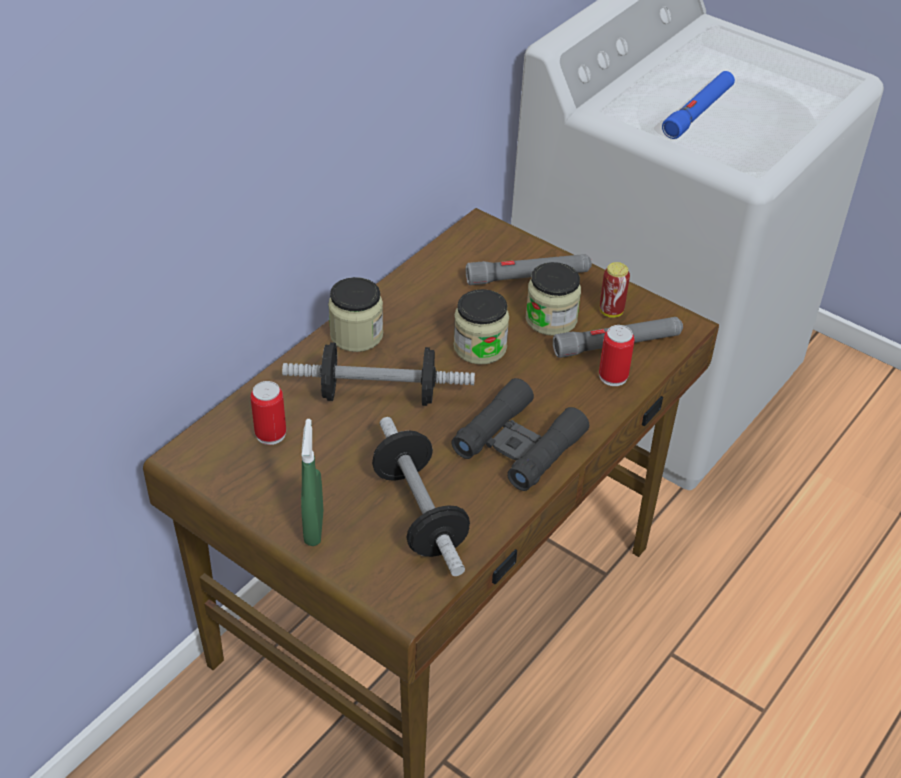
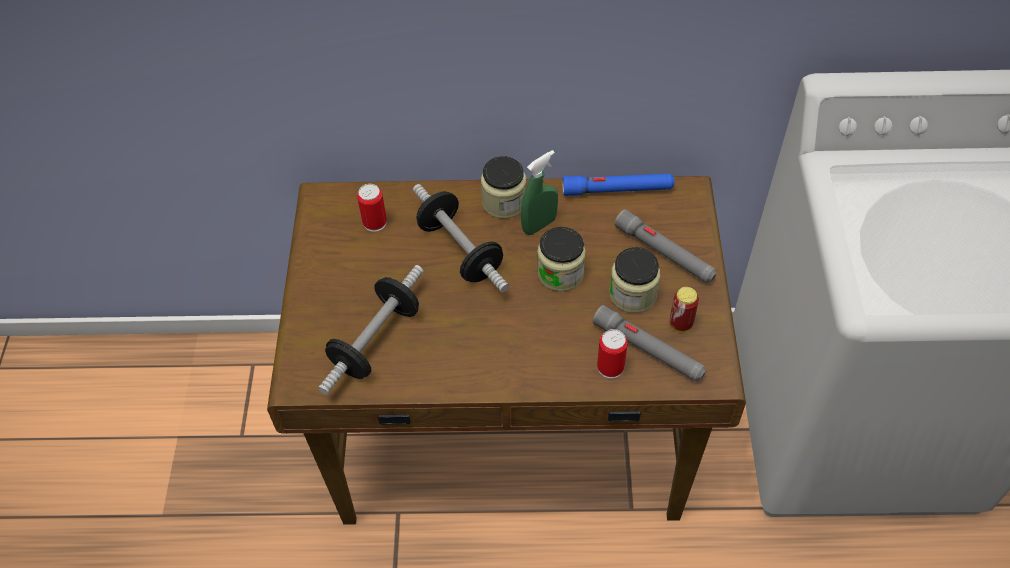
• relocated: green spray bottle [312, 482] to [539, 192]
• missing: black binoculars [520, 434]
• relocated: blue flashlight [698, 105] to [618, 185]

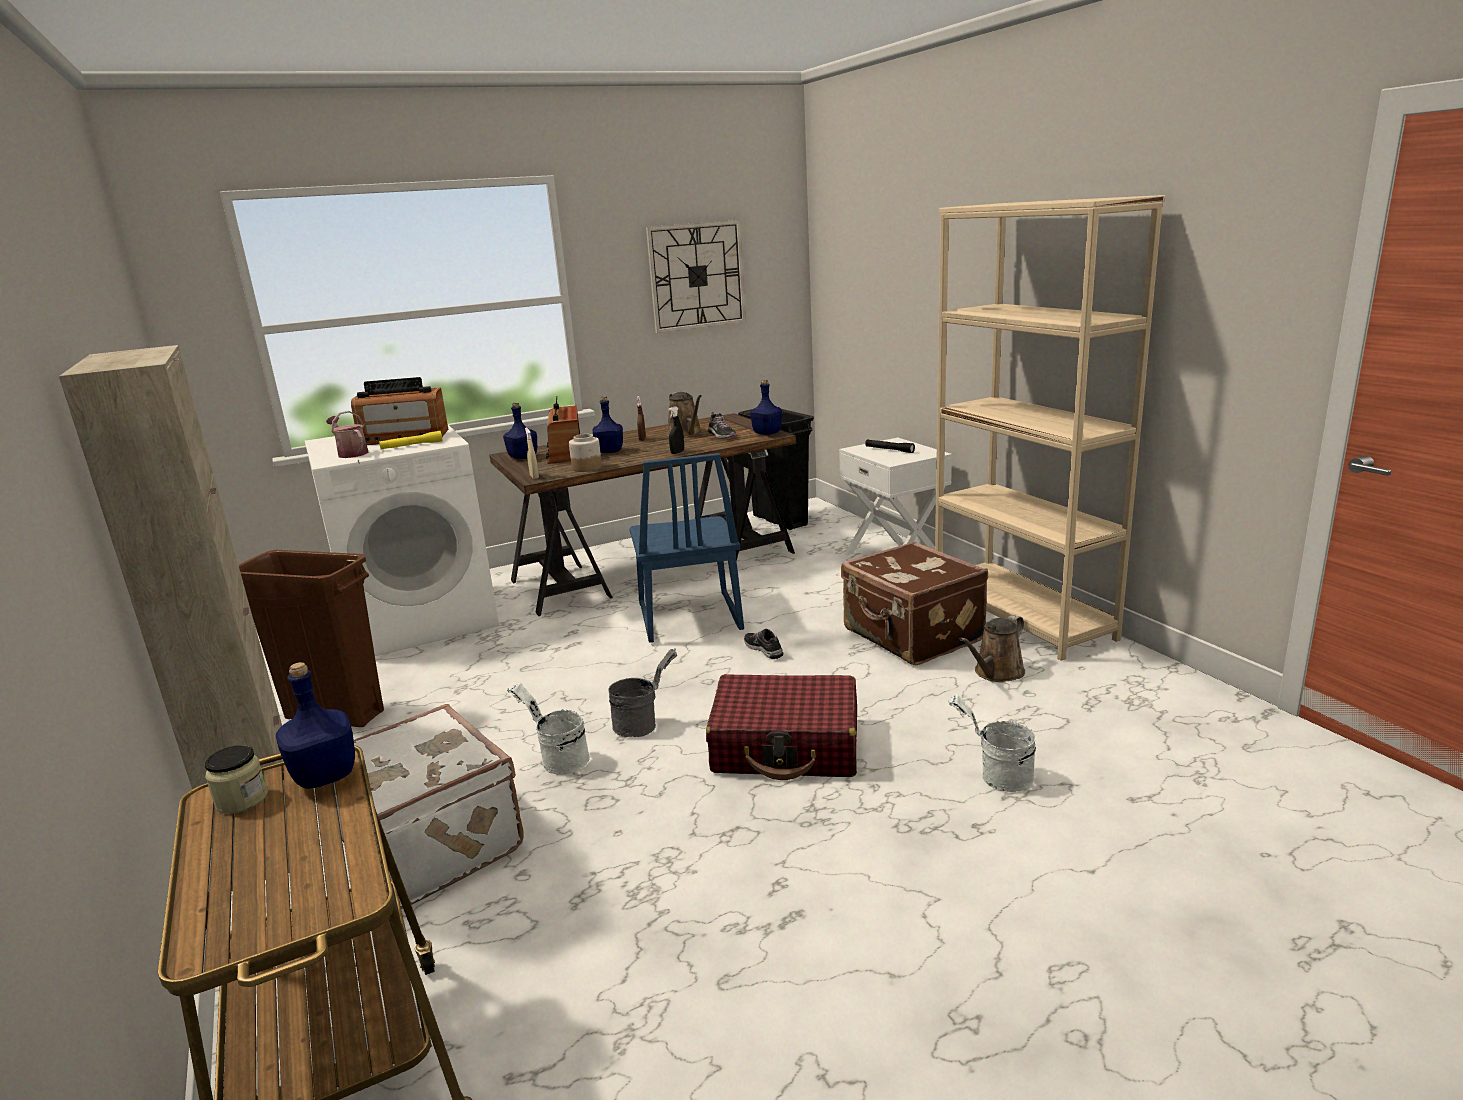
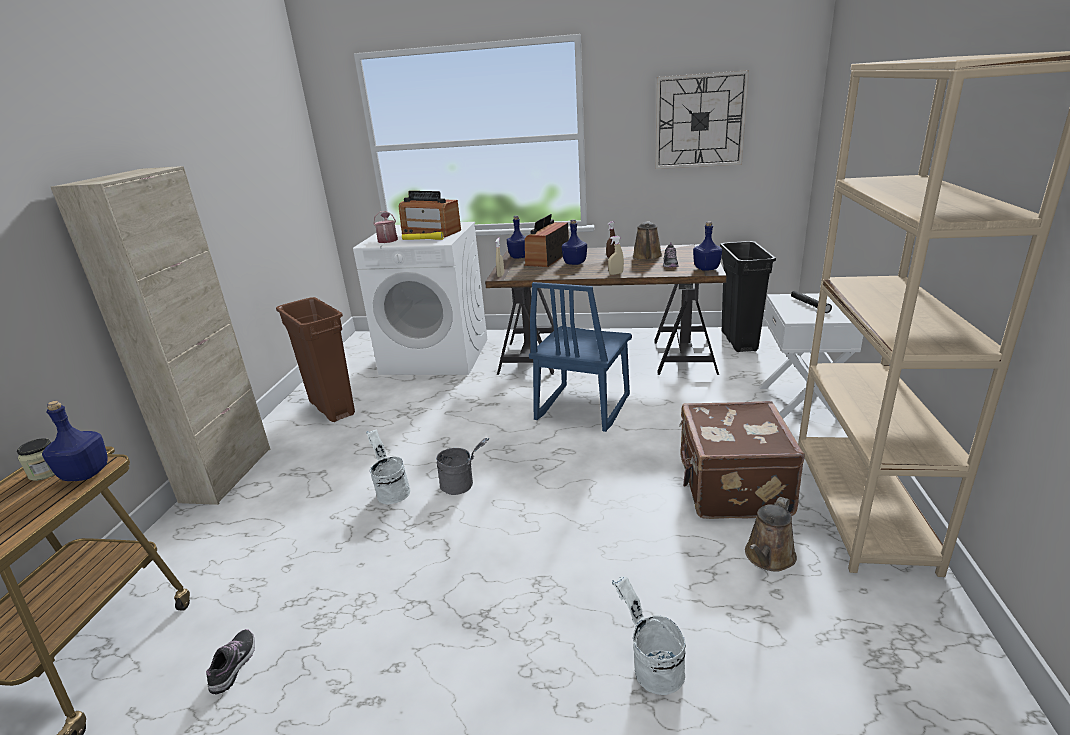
• missing: white suitcase [428, 806]
• missing: jar [585, 453]
• colour: black spray bottle [676, 430] to beige spray bottle [616, 255]
• missing: red suitcase [781, 727]
• relocated: shoe [763, 644] to [230, 661]
• spun: brown watering can [992, 648] = [771, 534] 45 degrees counterclockwise

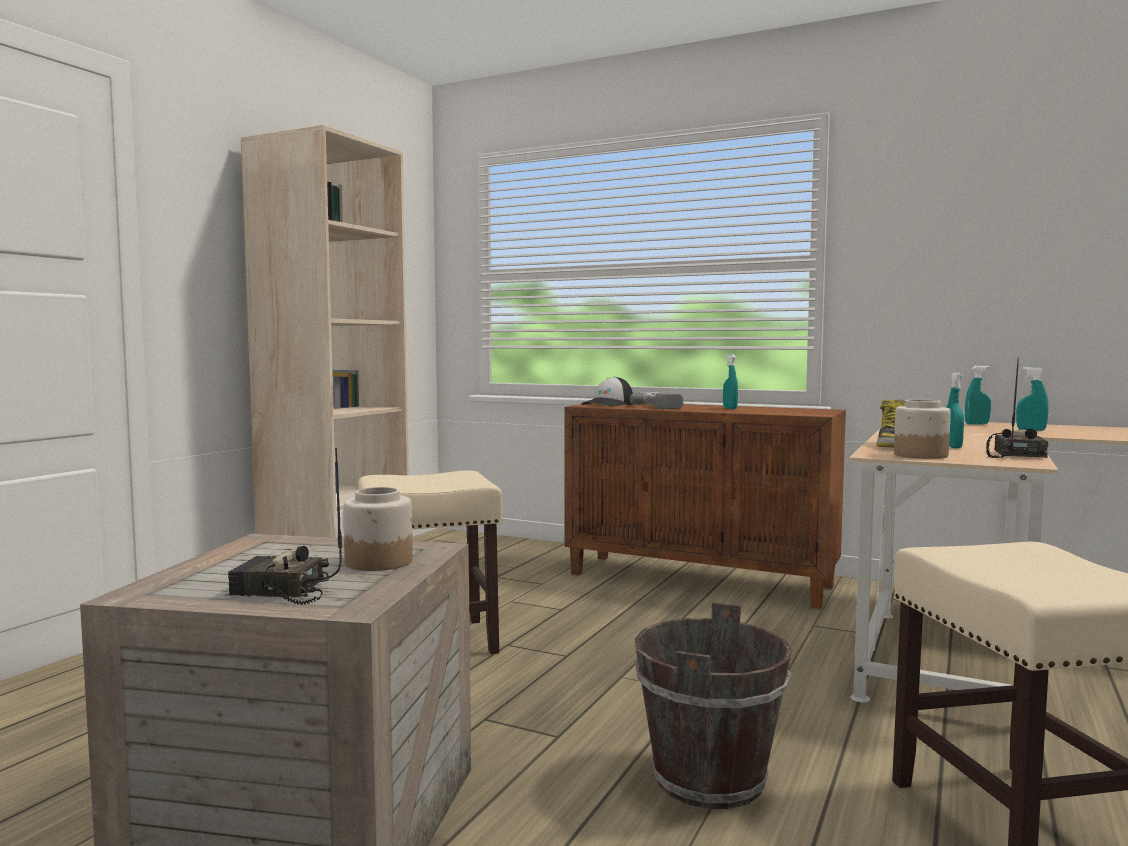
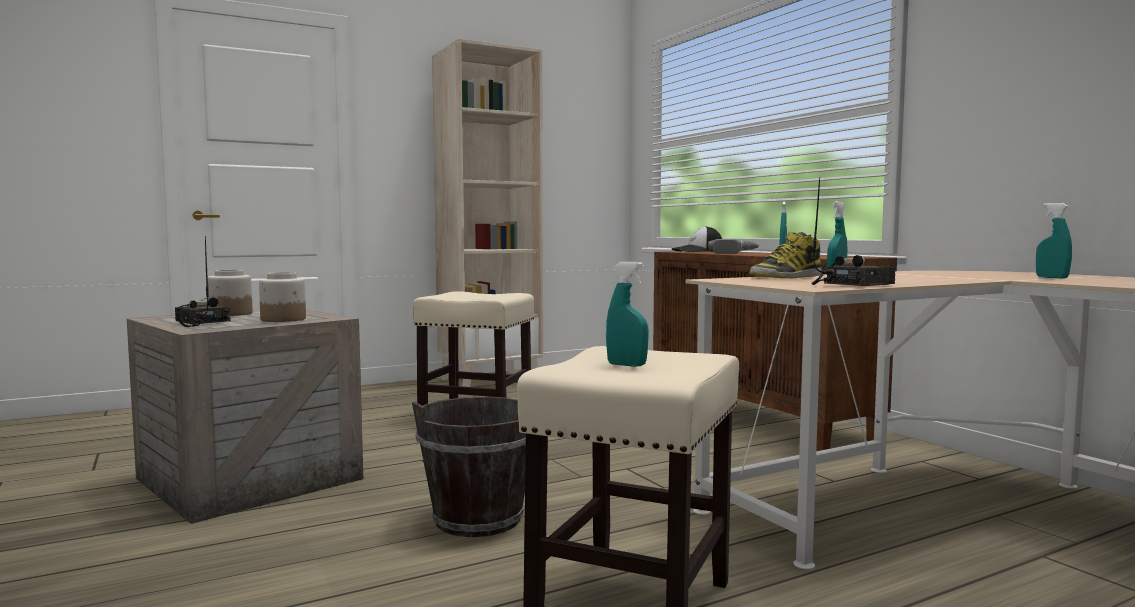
• relocated: jar [922, 429] to [230, 293]
• relocated: turquoise spray bottle [978, 395] to [627, 314]

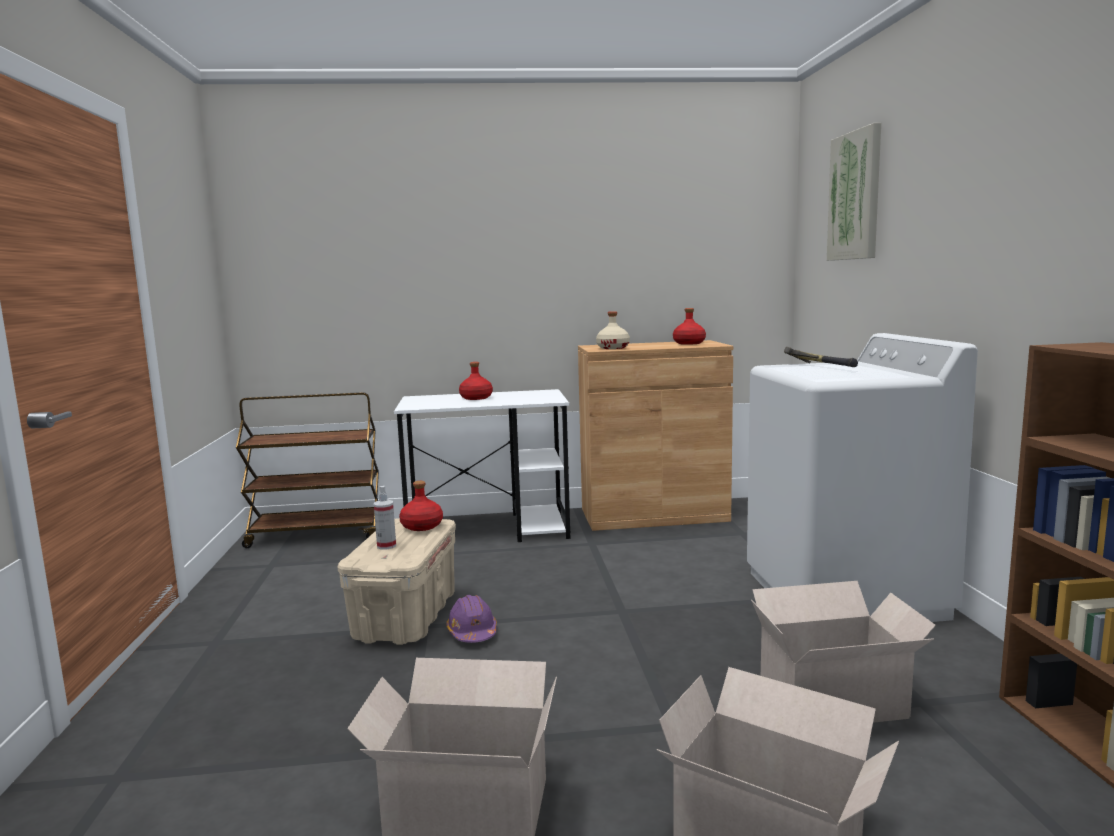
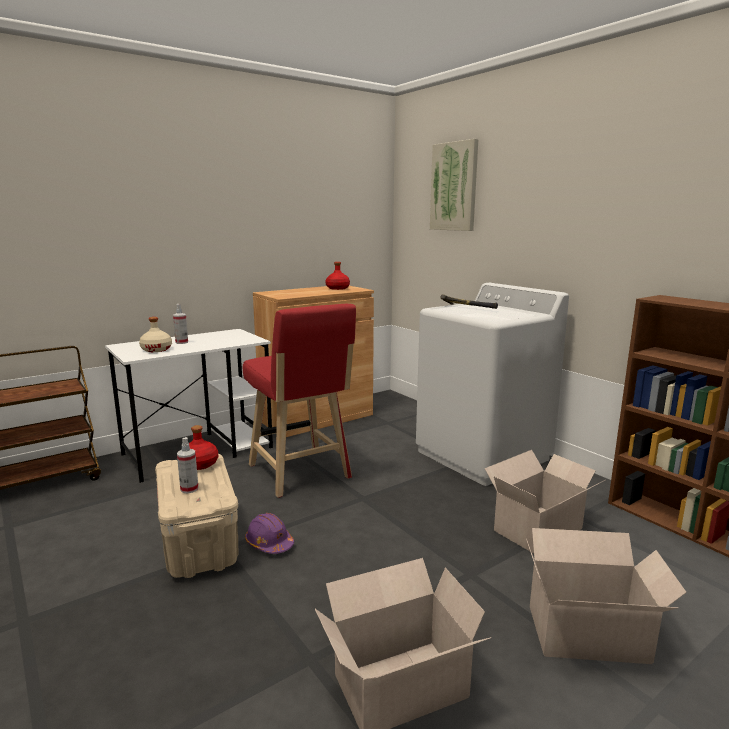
• exchanged: red bottle [476, 381] to spray bottle [180, 324]
• relocated: beige bottle [613, 330] to [155, 334]
• appeared: red stool [299, 401]

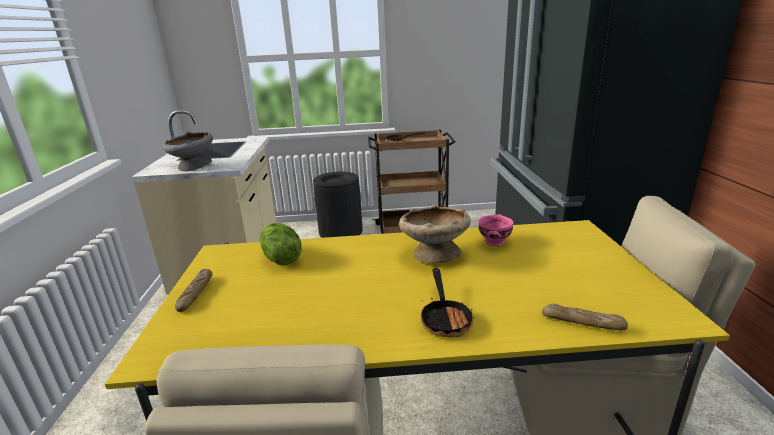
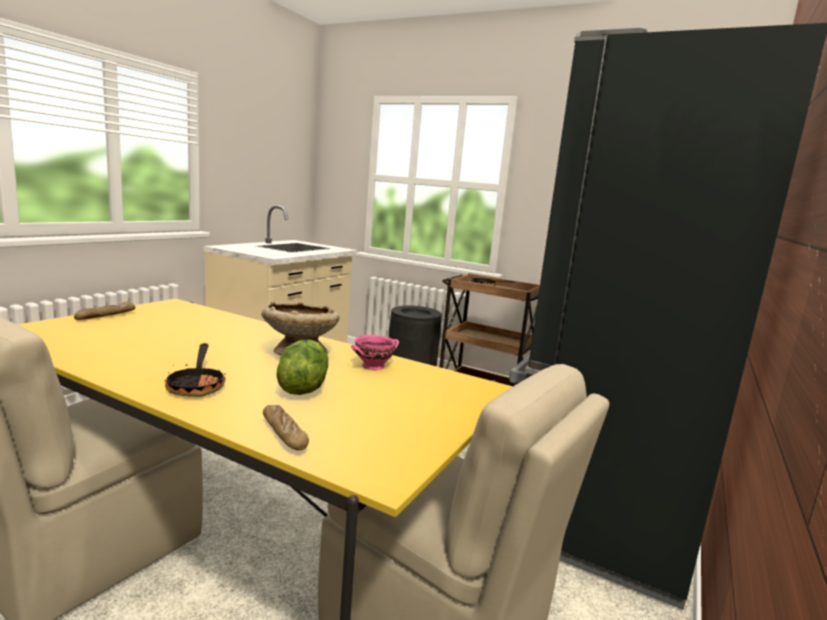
• missing: grey bowl [188, 151]
• relocated: lettuce [281, 244] to [302, 367]
• spun: frying pan [447, 302] = [195, 370] 45 degrees counterclockwise

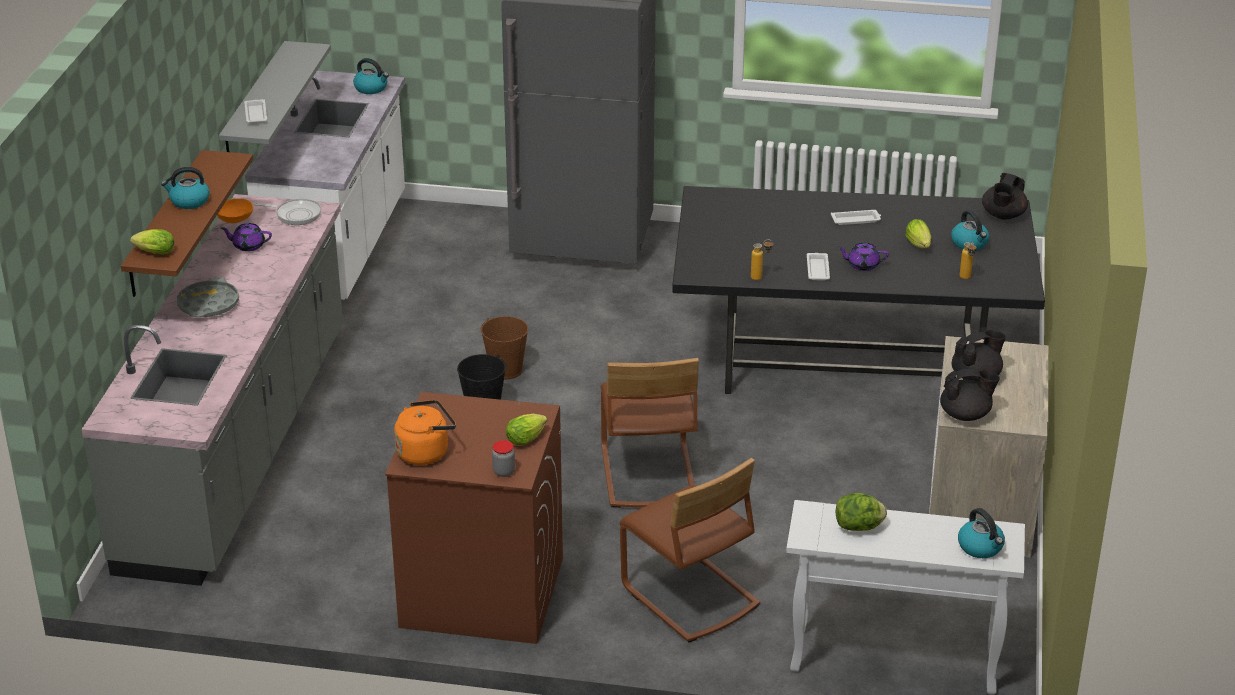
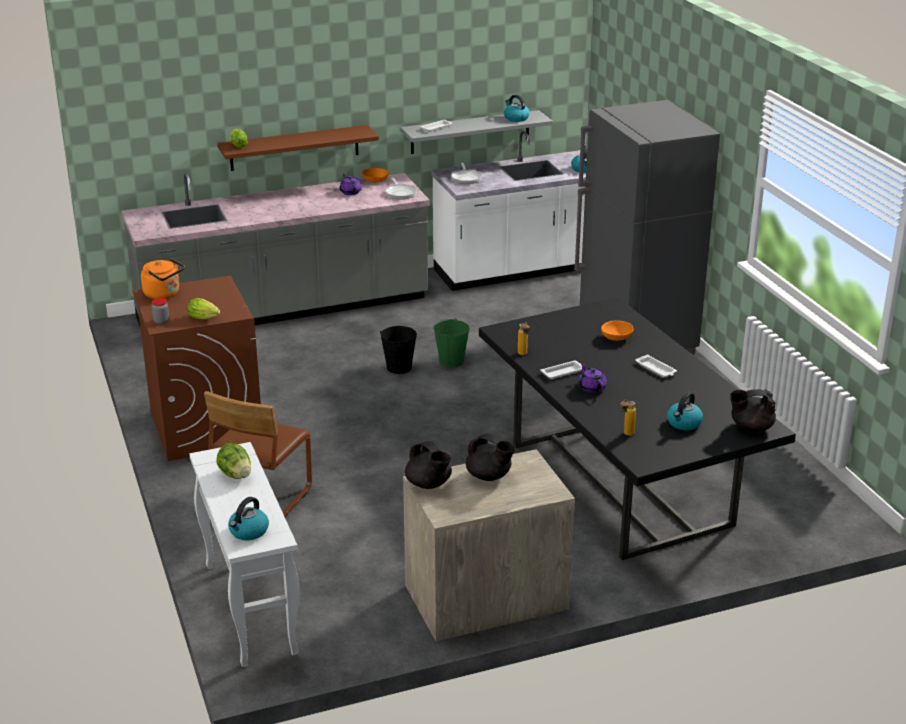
• relocated: kettle [185, 188] to [517, 108]
• missing: grey tray [208, 297]
• colour: brown bucket [504, 348] to green bucket [451, 342]
• missing: brown chair [649, 433]
• missing: lettuce [918, 233]
• appeared: frying pan [466, 173]
• appeared: orange bowl [617, 330]

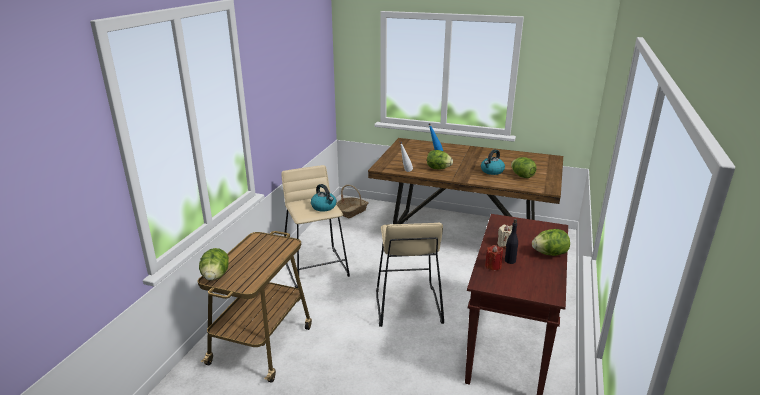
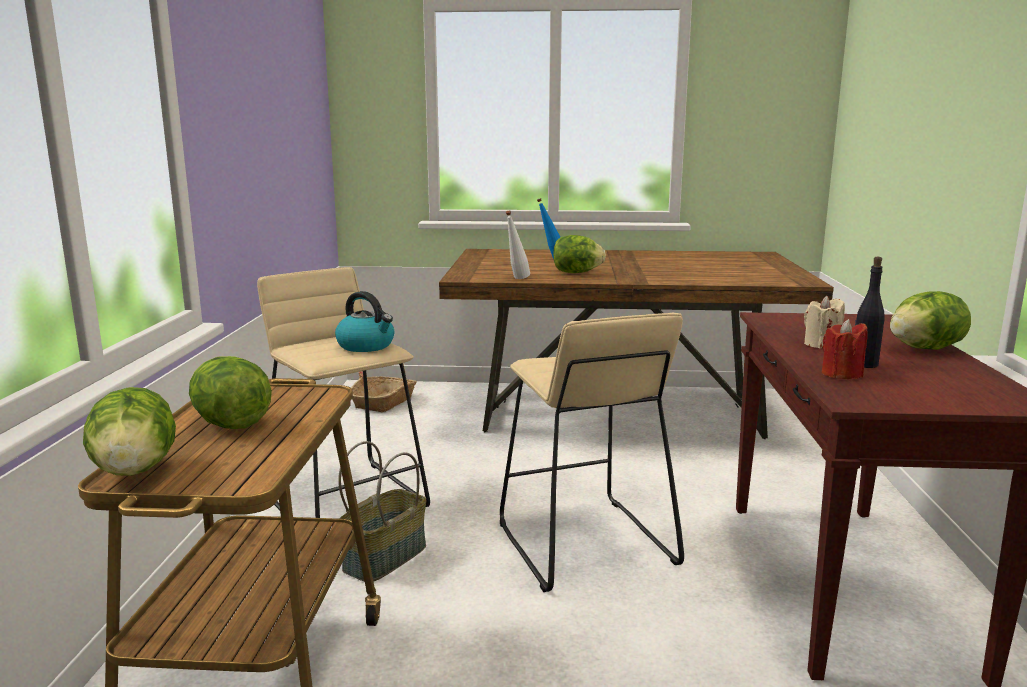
• missing: kettle [493, 162]
• relocated: lettuce [524, 167] to [230, 392]
• appeared: basket [382, 511]

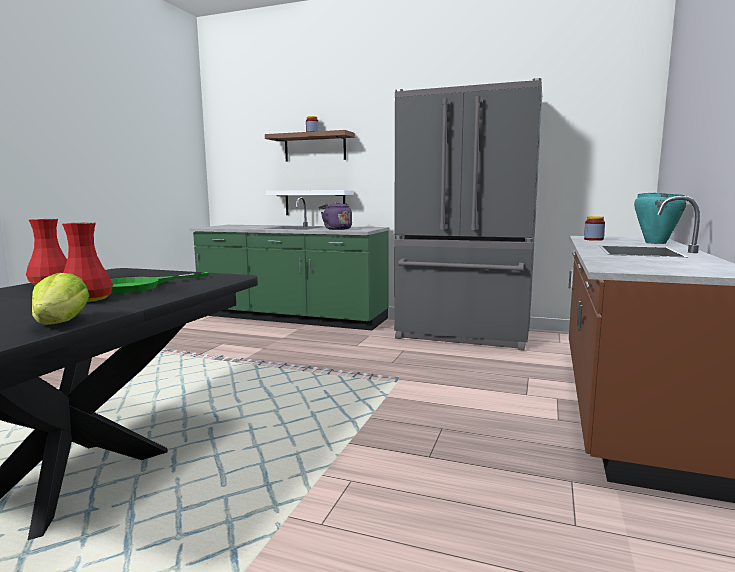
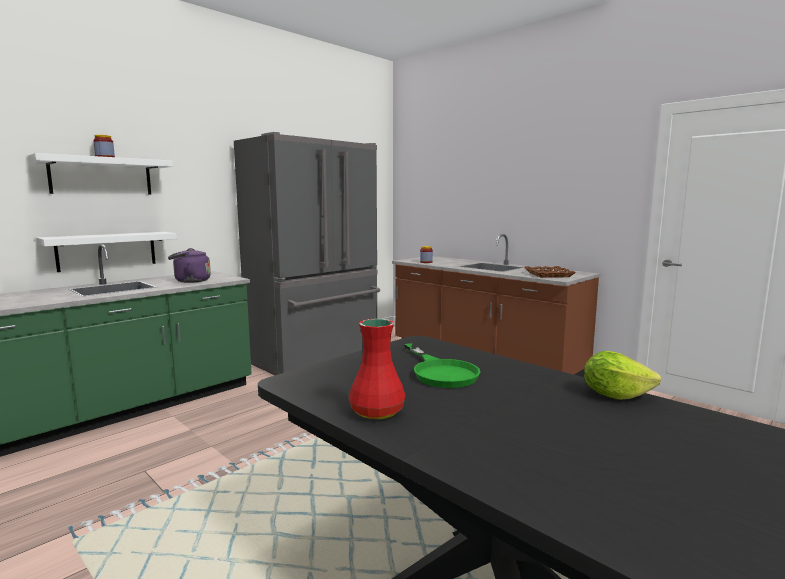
• missing: red vase [87, 262]
• colour: brown shelf [310, 146] to white shelf [100, 173]
• missing: turquoise cooking pot [660, 218]
• appeared: brown tray [550, 272]

